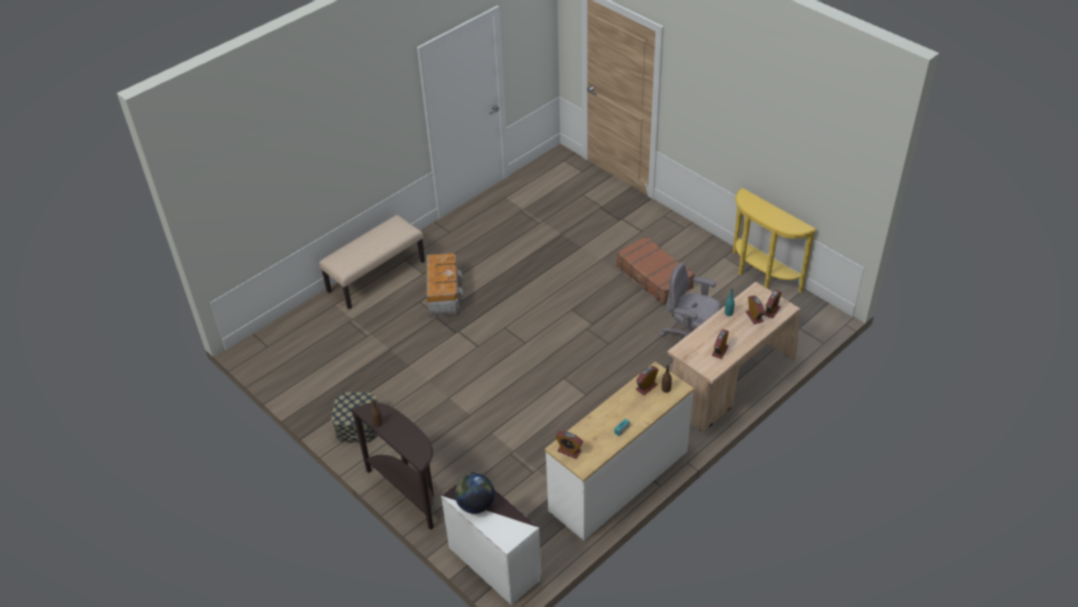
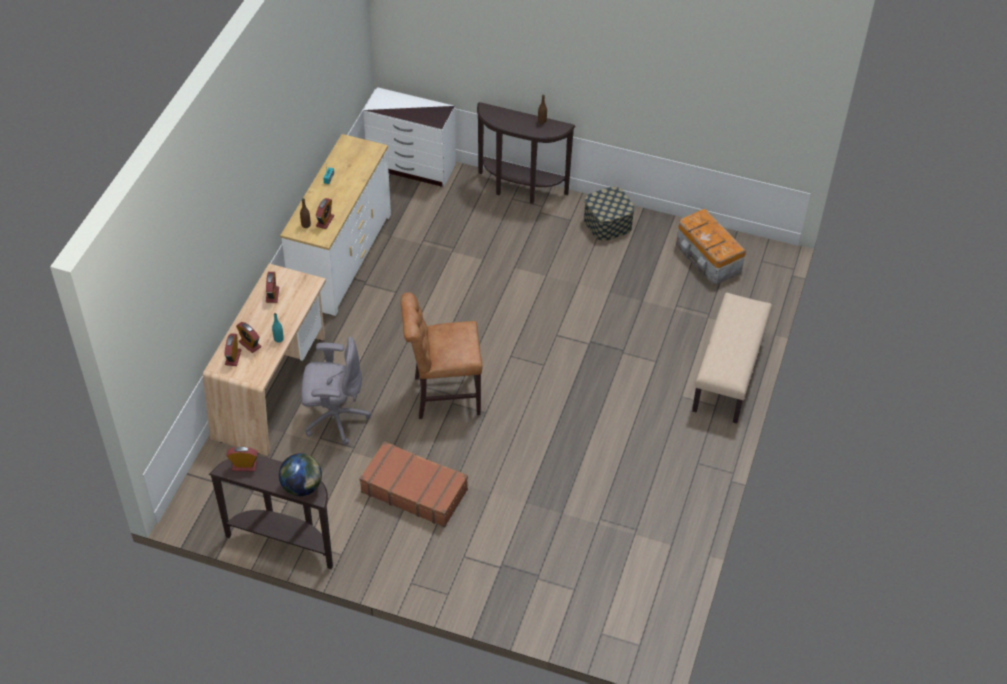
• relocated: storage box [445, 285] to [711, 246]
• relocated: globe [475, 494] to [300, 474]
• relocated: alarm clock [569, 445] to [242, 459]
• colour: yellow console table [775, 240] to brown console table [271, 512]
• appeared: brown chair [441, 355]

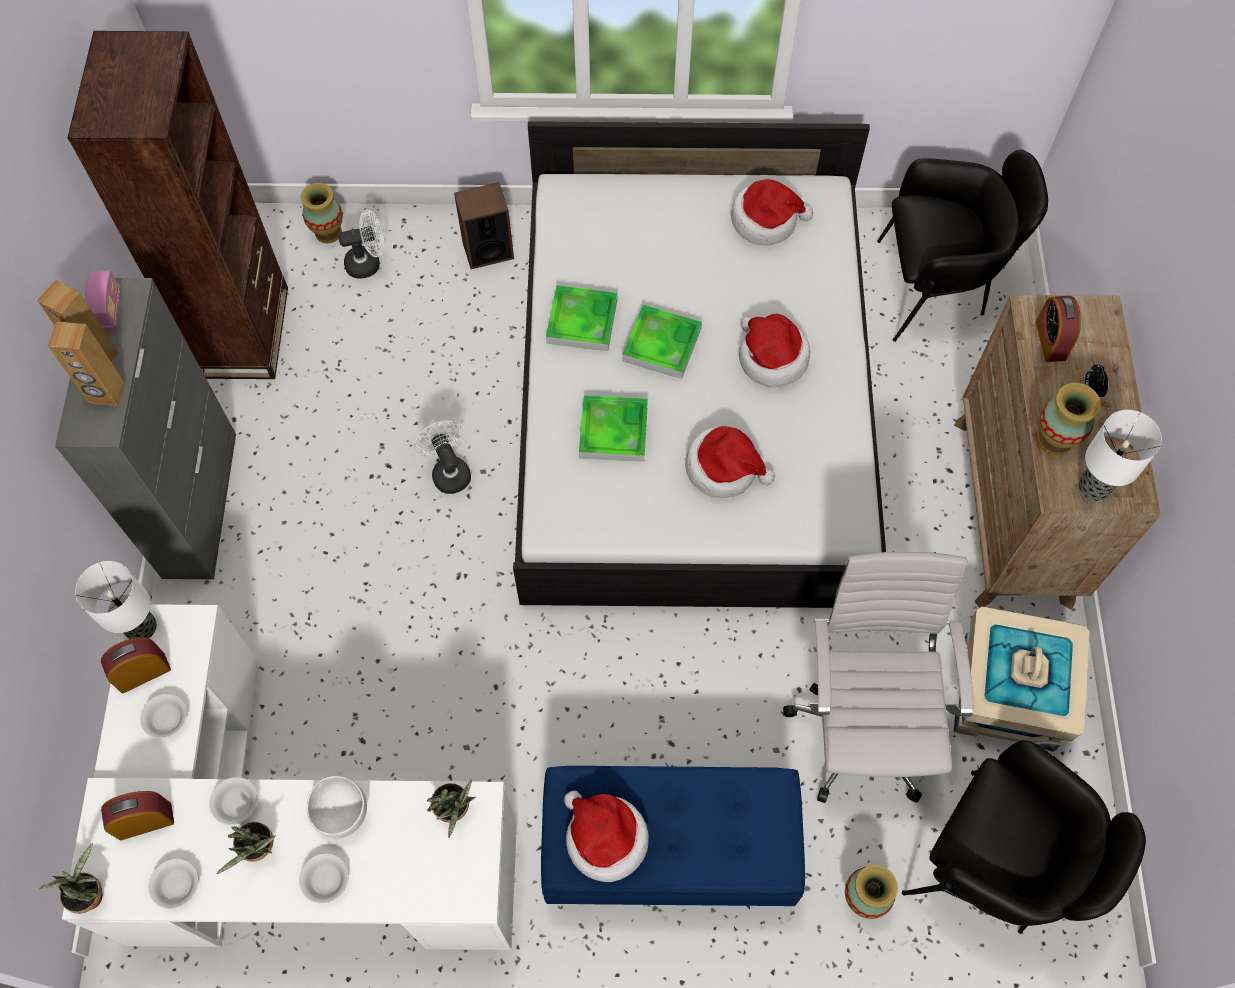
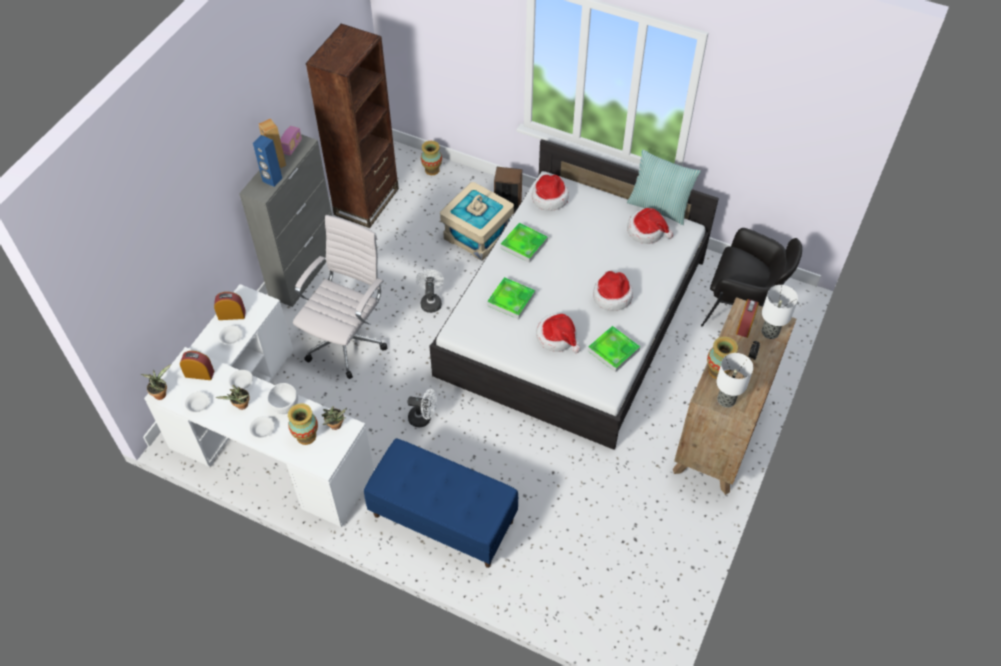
• colour: brown speaker [86, 363] to blue speaker [267, 161]
• relocated: table lamp [116, 600] to [780, 312]
• relocated: white fan [361, 244] to [422, 408]
• relocated: hat [606, 836] to [550, 193]
• relocated: tray [662, 341] to [614, 349]
• relocated: white office chair [878, 677] to [340, 297]
• relocated: vase [871, 892] to [303, 424]
• missing: black armchair [1024, 837]
• relocated: beige storage box [1022, 679] to [477, 221]
• appeared: pillow [664, 187]

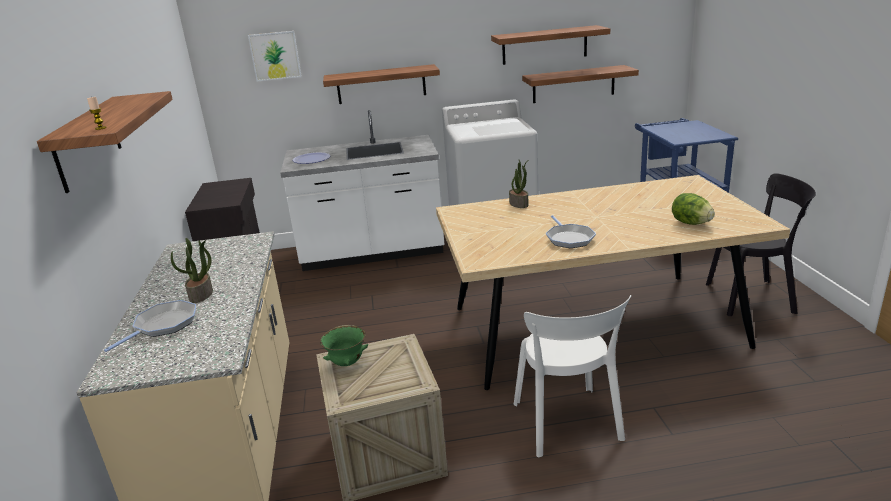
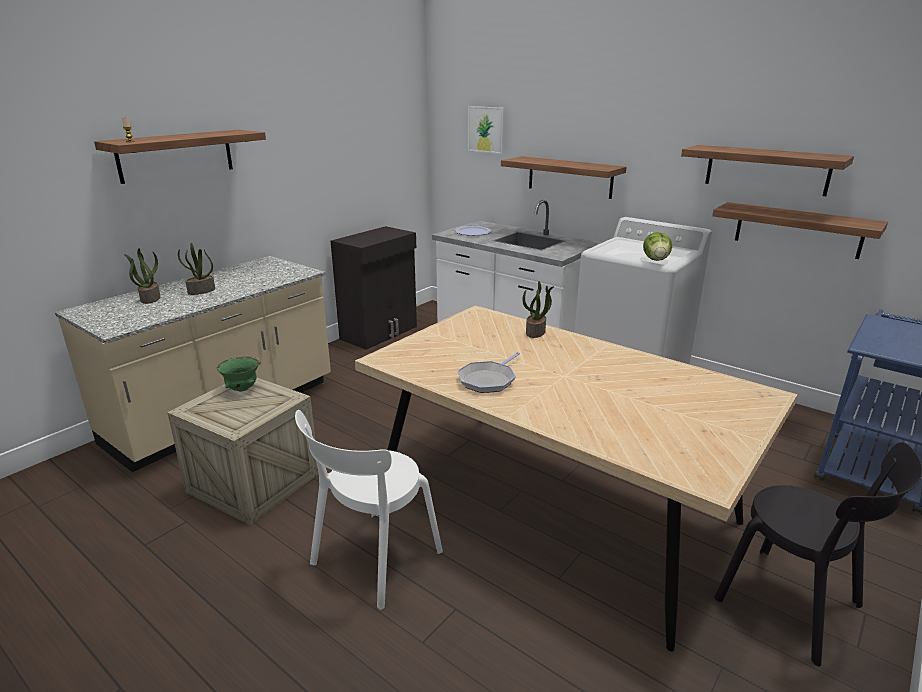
• exchanged: frying pan [150, 326] to potted plant [142, 276]
• relocated: lettuce [693, 209] to [657, 246]

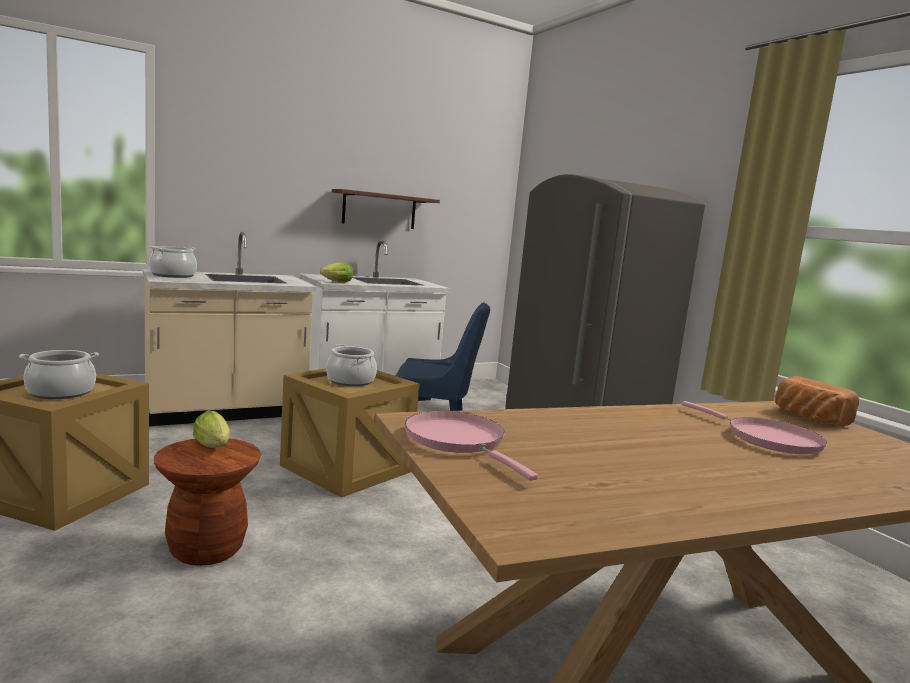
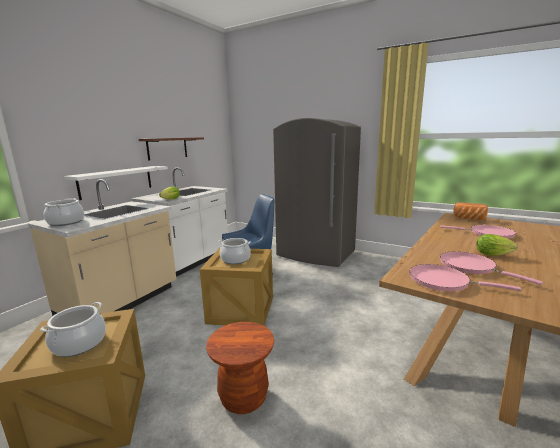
• relocated: lettuce [211, 429] to [497, 245]
• appeared: white shelf [116, 183]
• appeared: pink frying pan [491, 268]

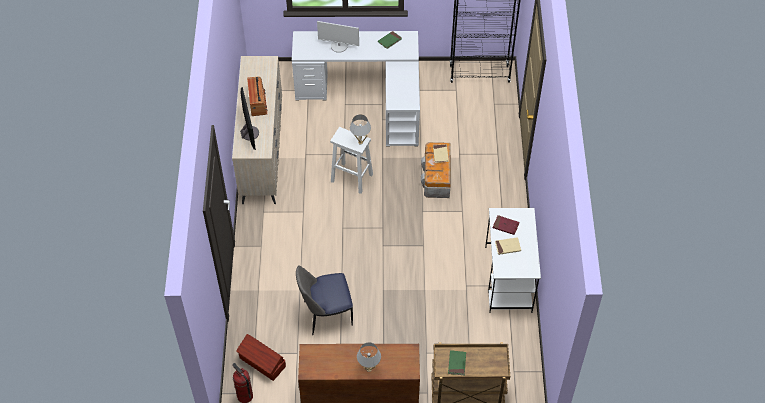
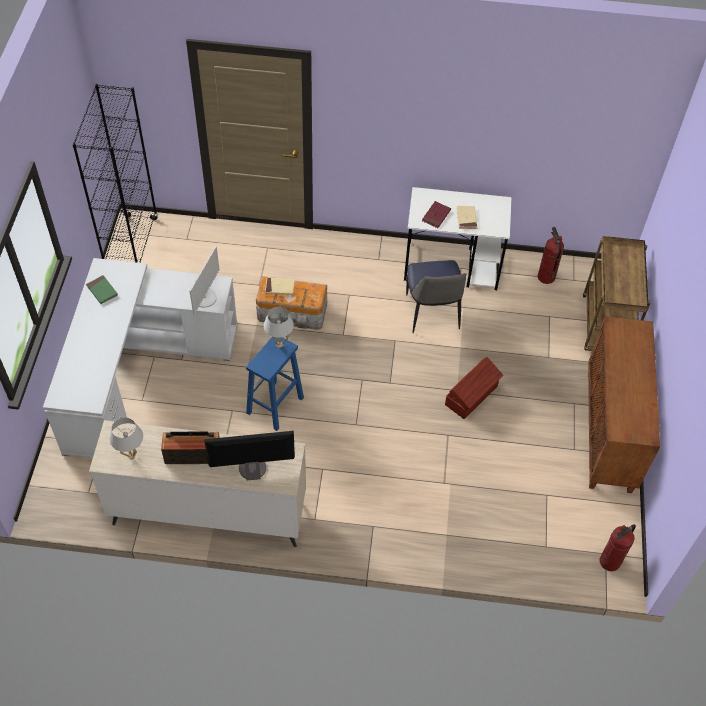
• relocated: brown storage box [261, 357] to [474, 388]
• relocated: chair [324, 300] to [436, 296]
• relocated: monitor [338, 37] to [205, 280]
• colour: white stool [351, 160] to blue stool [275, 384]
• relocated: white table lamp [369, 357] to [126, 438]
• missing: green book [457, 362]
• appeared: fire extinguisher [551, 255]

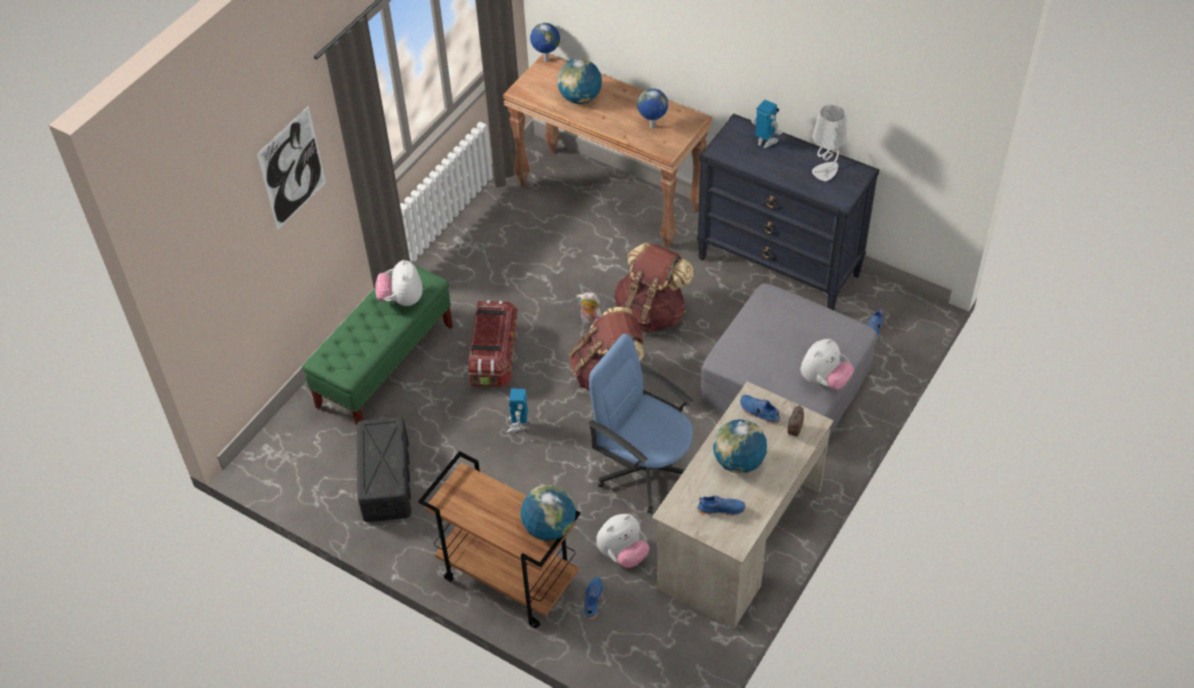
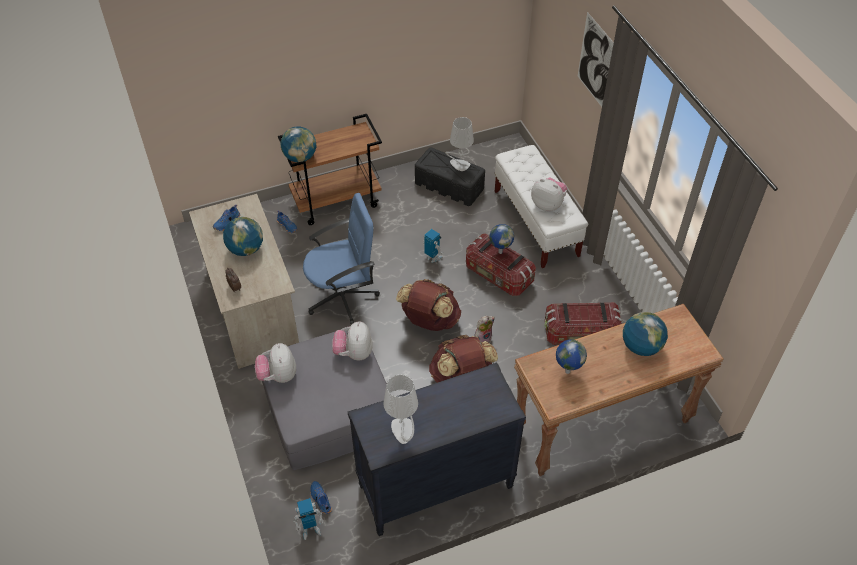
• colour: green bench [377, 343] to white bench [541, 206]
• relocated: globe [545, 42] to [501, 239]
• relocated: plush toy [622, 541] to [352, 341]
• missing: blue shoe [760, 409]
• relocated: toy robot [767, 123] to [308, 519]
• appeared: grey table lamp [459, 144]
• appeared: storage box [583, 323]

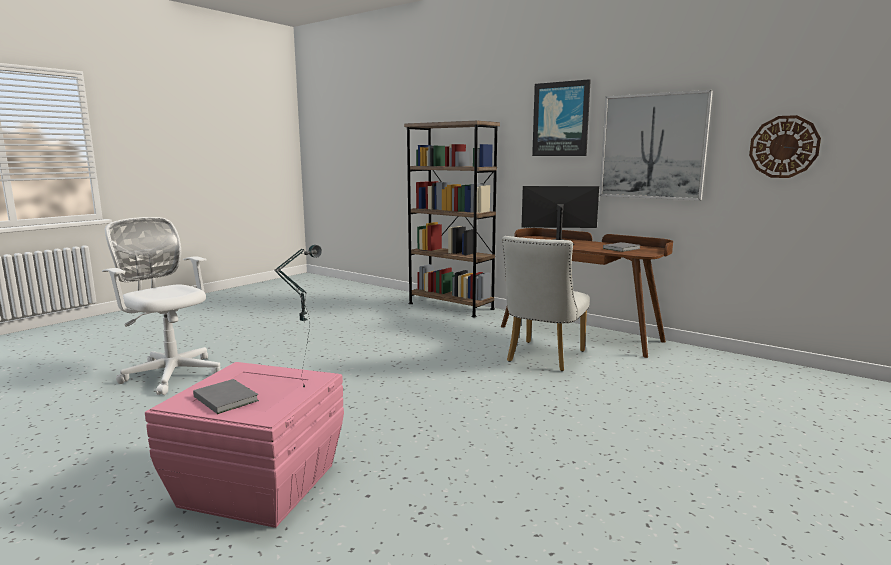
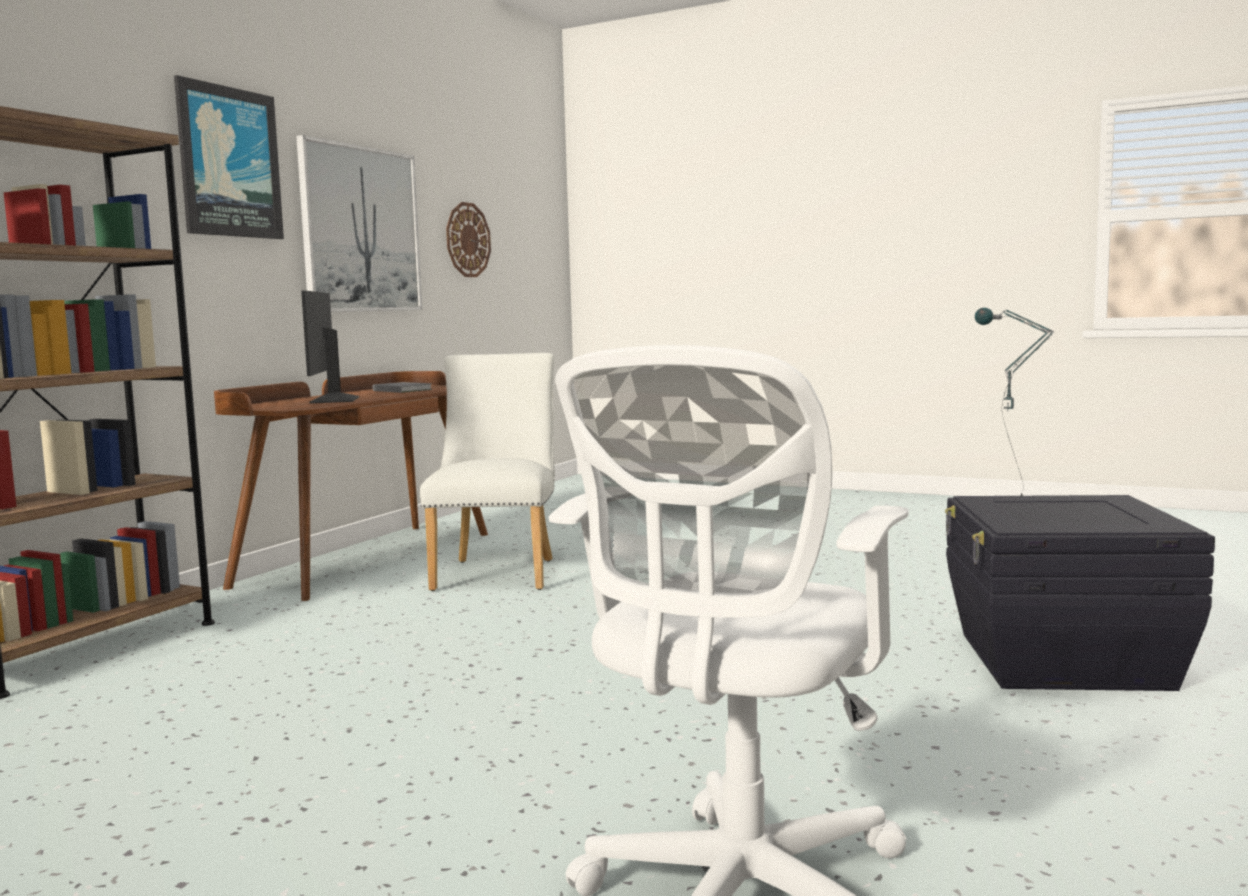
• colour: pink storage box [244, 445] to black storage box [1080, 593]
• missing: grey book [226, 396]
• spun: white chair [546, 303] = [487, 472] 105 degrees counterclockwise

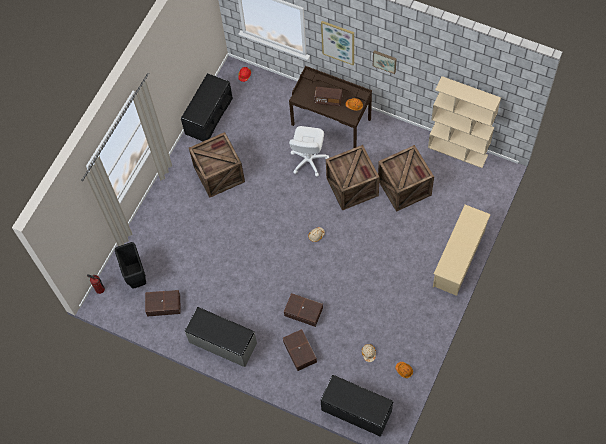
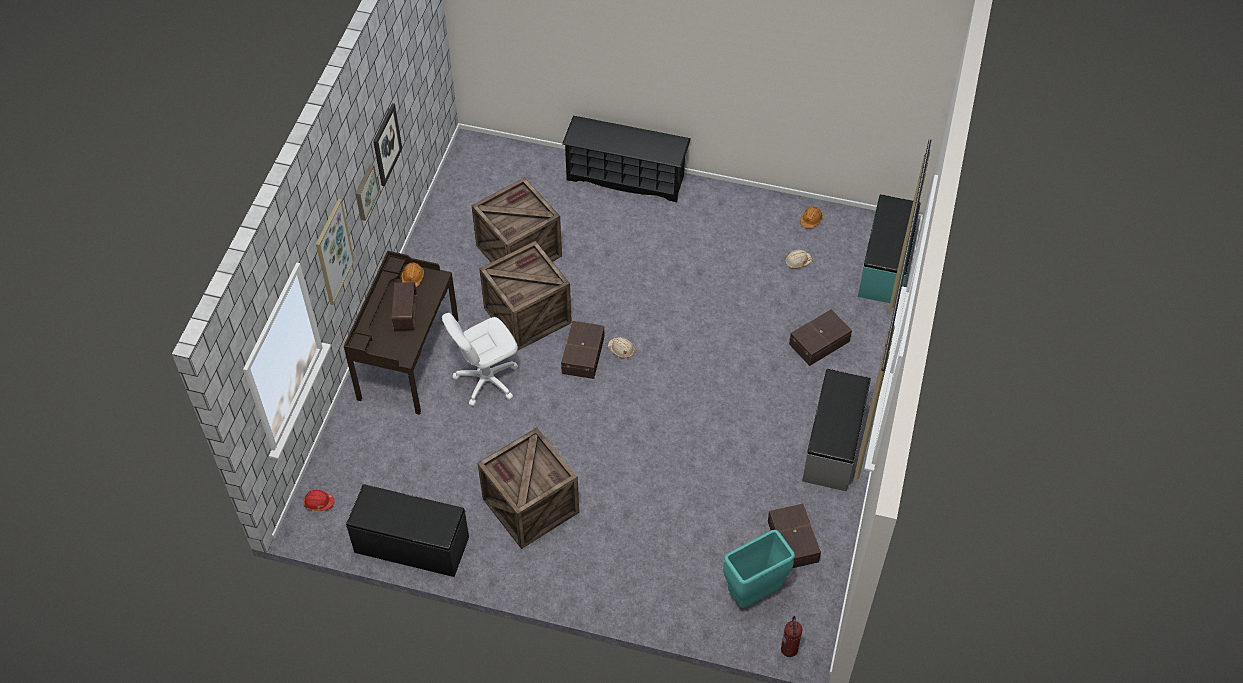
• colour: black trash can [130, 265] to turquoise trash can [759, 569]
• relocated: brown storage box [303, 310] to [582, 350]
• spun: white office chair [309, 151] = [480, 359] 150 degrees clockwise
• colour: black bench [357, 406] to turquoise bench [889, 248]
• missing: beige bookcase [464, 122]
• colour: beige shoe rack [462, 250] to black shoe rack [626, 159]
• appeared: picture [387, 144]

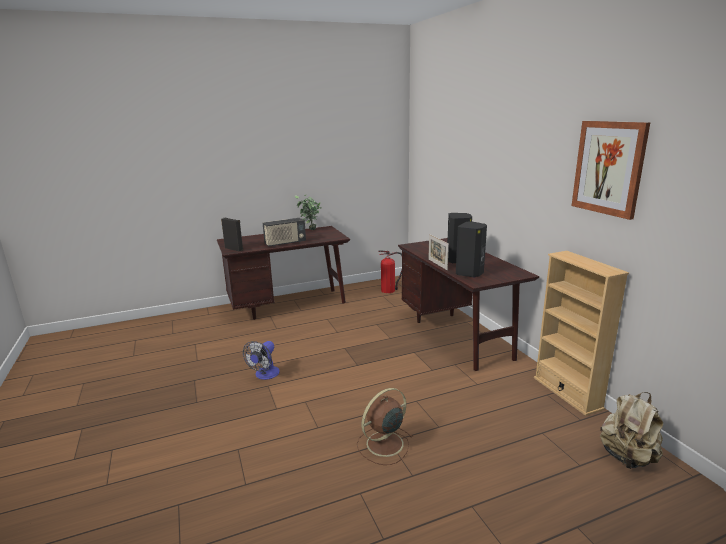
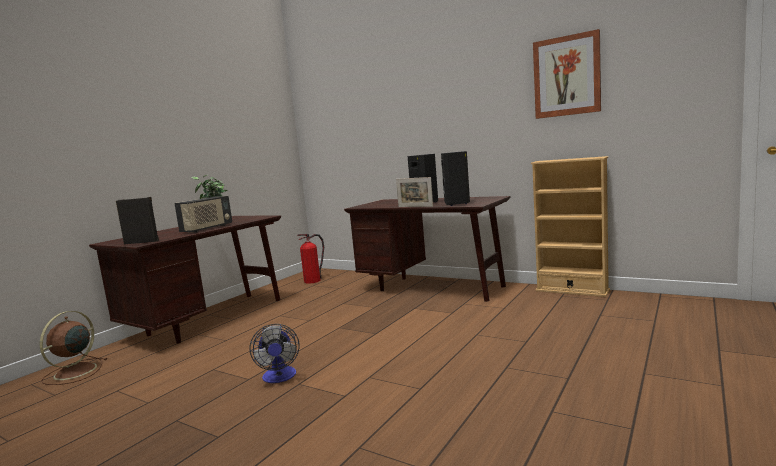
• relocated: brown fan [385, 426] to [73, 348]
• missing: beige backpack [631, 430]

